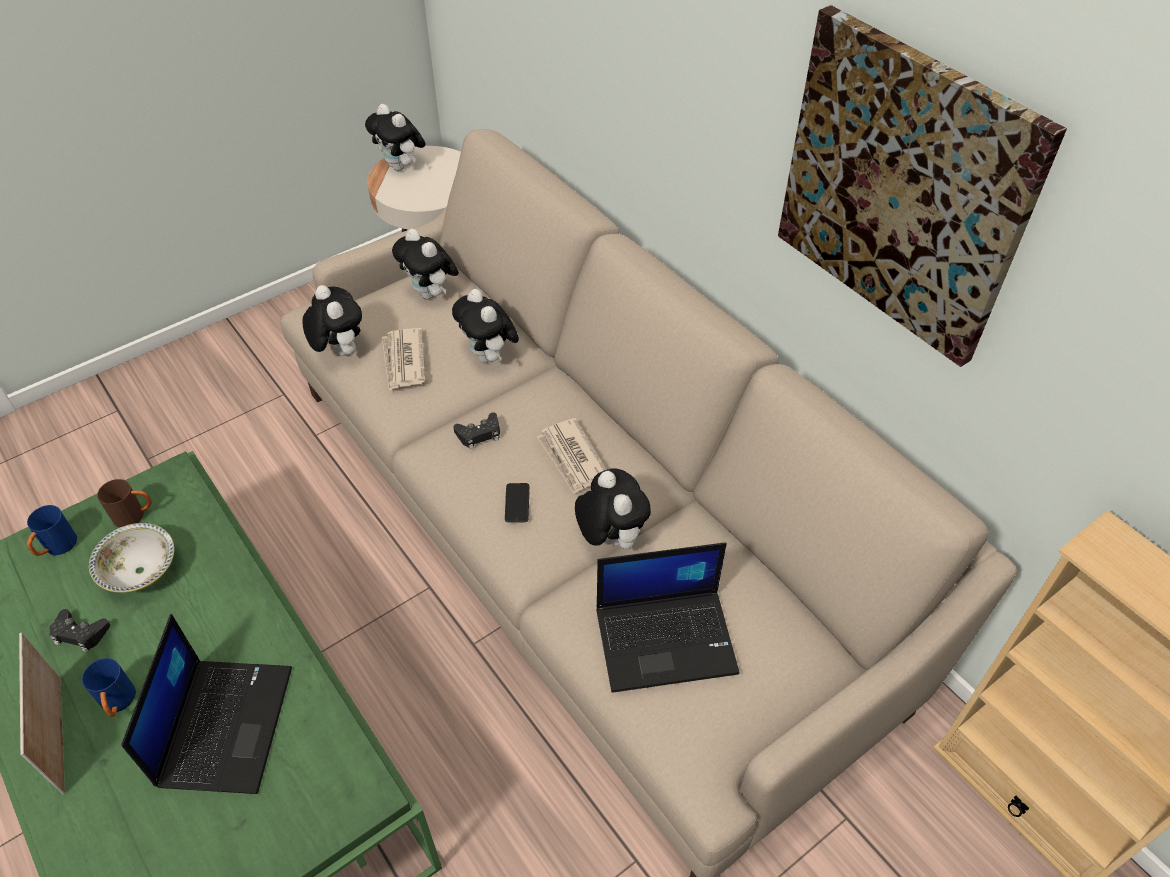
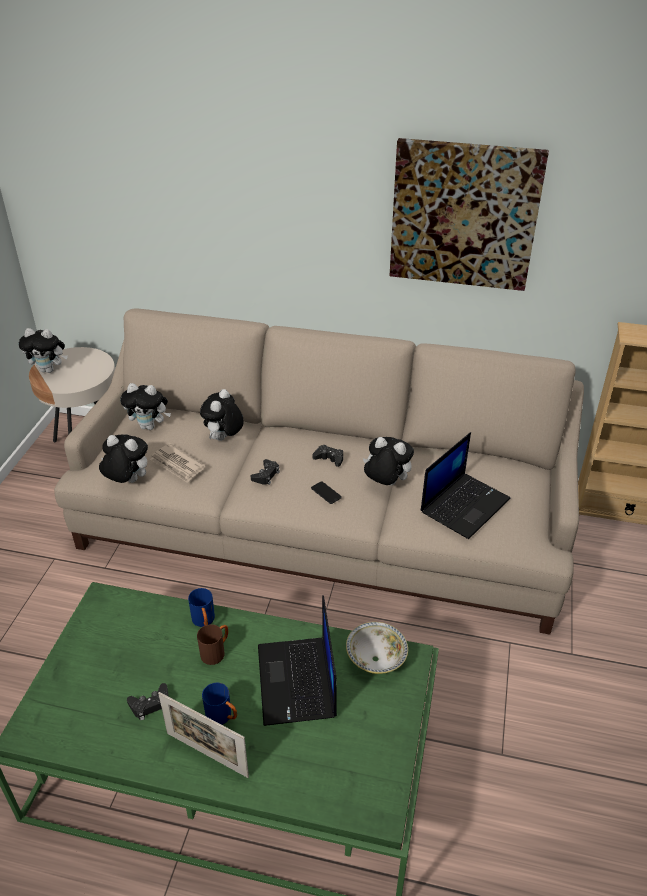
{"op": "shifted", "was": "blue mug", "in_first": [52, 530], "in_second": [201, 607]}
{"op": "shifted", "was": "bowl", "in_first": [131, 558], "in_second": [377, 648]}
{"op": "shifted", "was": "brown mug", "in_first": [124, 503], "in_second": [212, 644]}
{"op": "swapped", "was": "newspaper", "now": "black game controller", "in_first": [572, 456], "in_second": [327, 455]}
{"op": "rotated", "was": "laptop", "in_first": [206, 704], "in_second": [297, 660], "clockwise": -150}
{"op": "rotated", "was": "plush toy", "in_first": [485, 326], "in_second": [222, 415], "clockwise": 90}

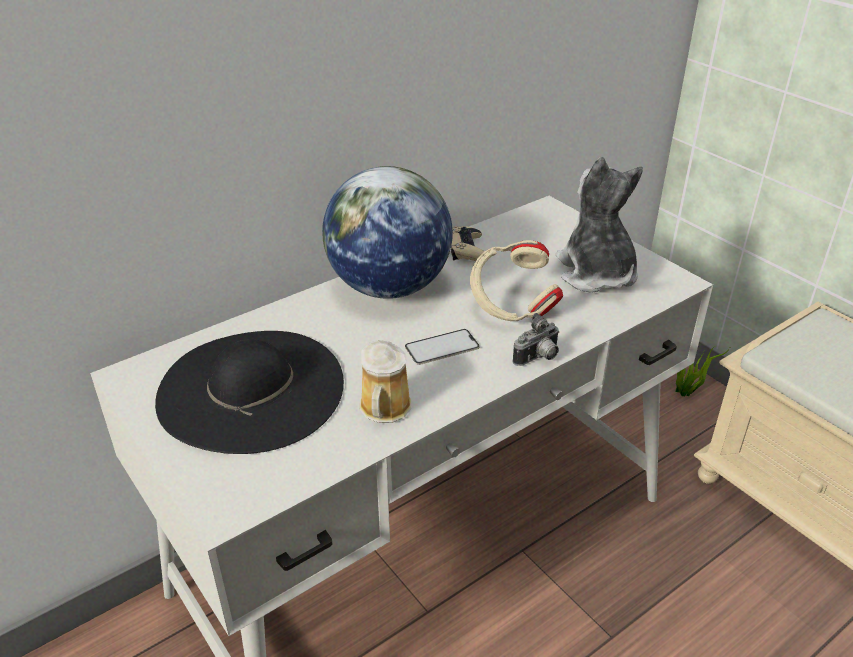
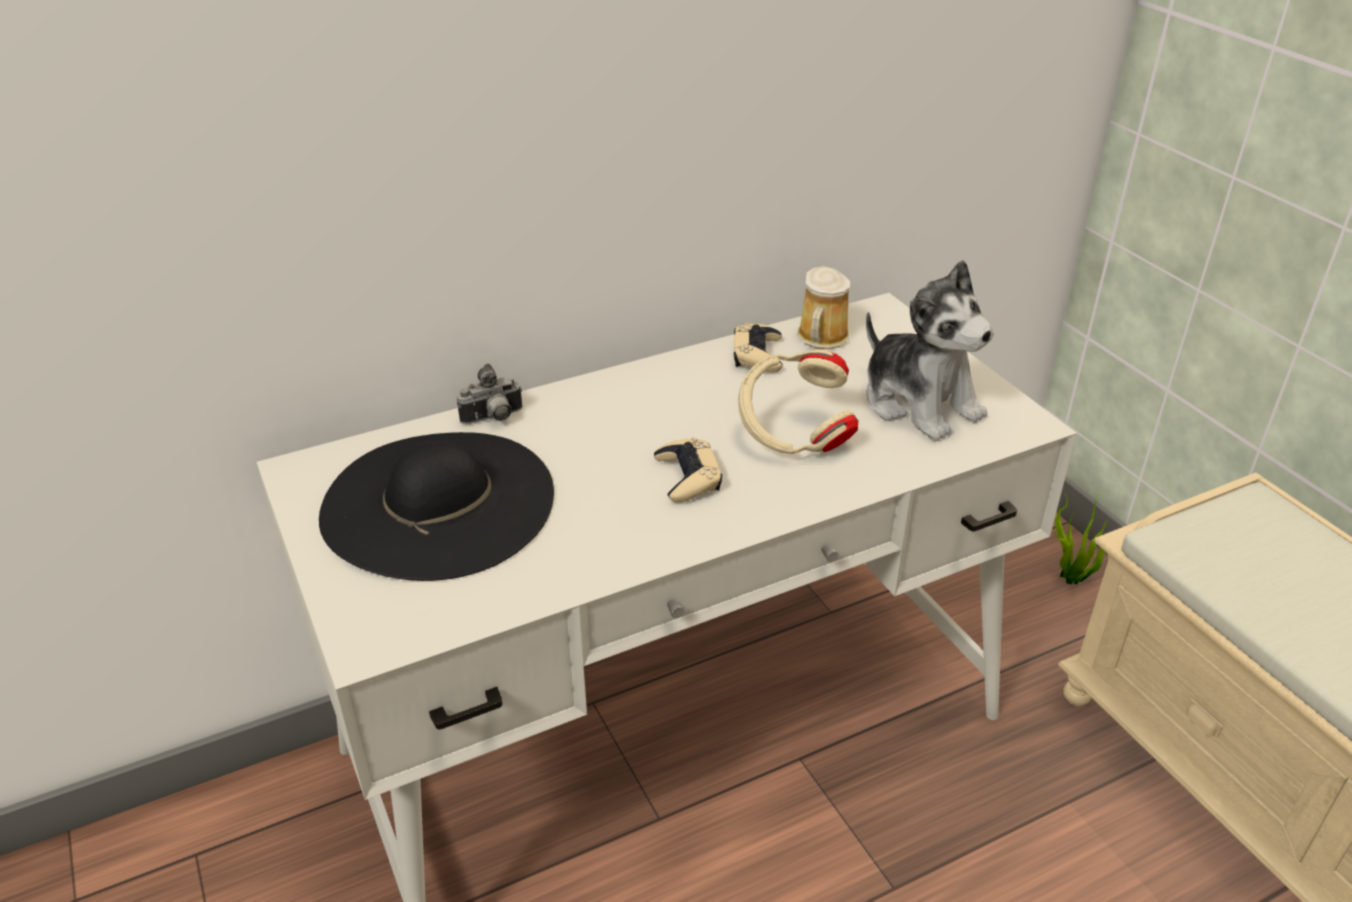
{"op": "gone", "was": "globe", "in_first": [387, 232]}
{"op": "shifted", "was": "mug", "in_first": [386, 381], "in_second": [823, 307]}
{"op": "shifted", "was": "photo camera", "in_first": [536, 339], "in_second": [489, 393]}
{"op": "swapped", "was": "phone", "now": "beige game controller", "in_first": [442, 347], "in_second": [688, 470]}
{"op": "rotated", "was": "plush toy", "in_first": [599, 225], "in_second": [930, 350], "clockwise": 150}

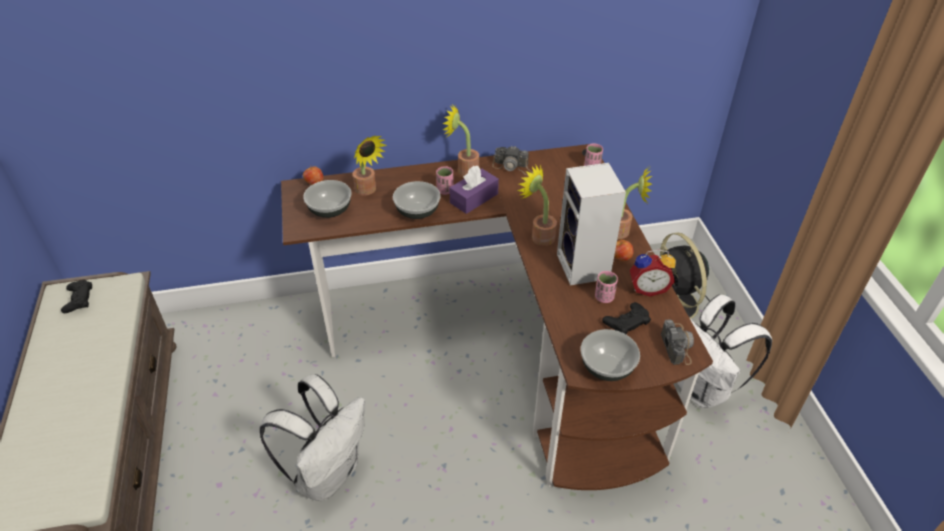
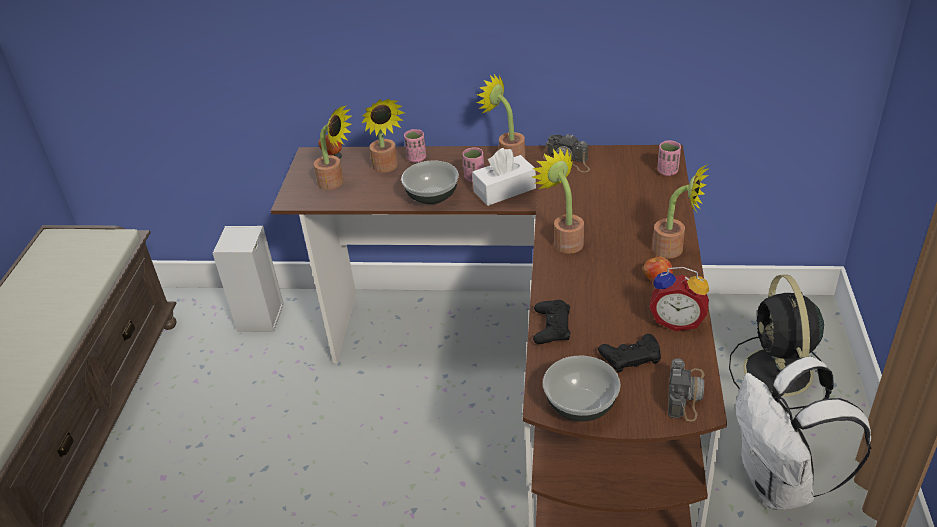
{"op": "gone", "was": "white backpack", "in_first": [312, 438]}
{"op": "shifted", "was": "black game controller", "in_first": [76, 296], "in_second": [551, 322]}
{"op": "shifted", "was": "speaker", "in_first": [591, 224], "in_second": [248, 279]}
{"op": "shifted", "was": "pink cup", "in_first": [606, 287], "in_second": [415, 146]}
{"op": "swapped", "was": "bowl", "now": "potted plant", "in_first": [327, 199], "in_second": [333, 147]}
{"op": "repainted", "was": "purple tissue box", "now": "white tissue box", "in_first": [474, 190], "in_second": [504, 177]}

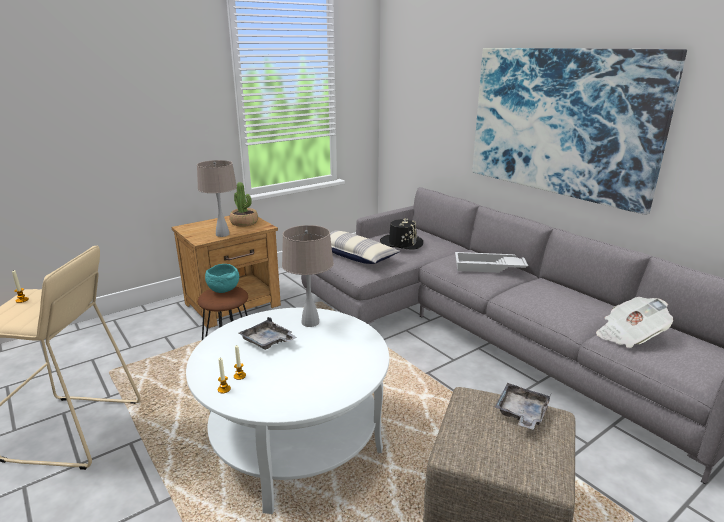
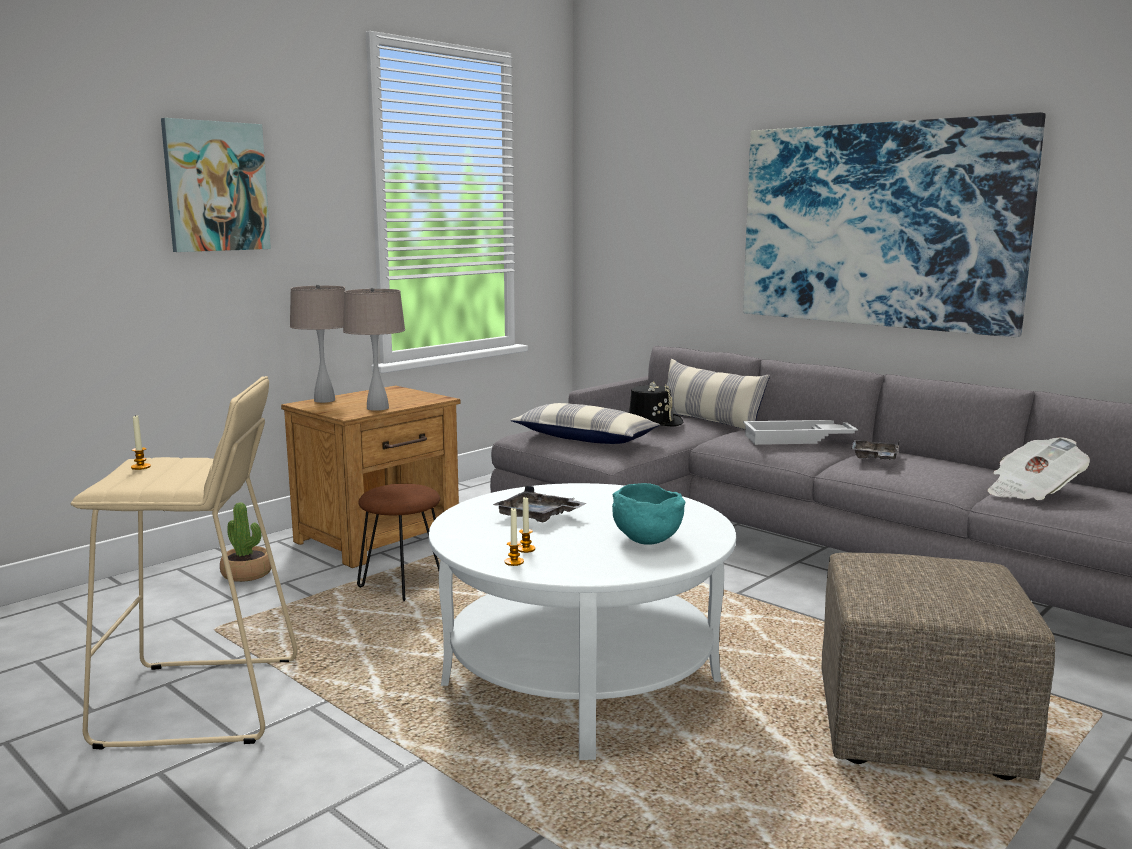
{"op": "new", "now": "picture", "in_second": [216, 185]}
{"op": "new", "now": "pillow", "in_second": [718, 394]}
{"op": "shifted", "was": "turquoise bowl", "in_first": [222, 278], "in_second": [649, 514]}
{"op": "shifted", "was": "potted plant", "in_first": [244, 204], "in_second": [245, 542]}
{"op": "shifted", "was": "beige table lamp", "in_first": [308, 276], "in_second": [317, 343]}
{"op": "shifted", "was": "grey tray", "in_first": [523, 406], "in_second": [875, 449]}

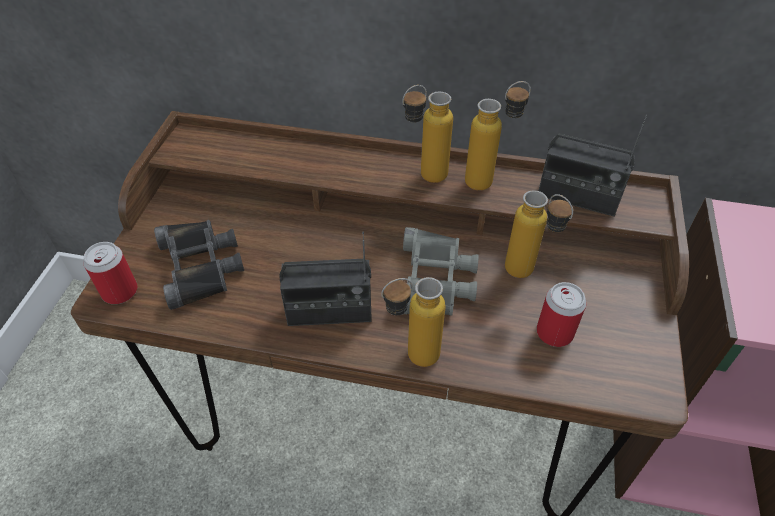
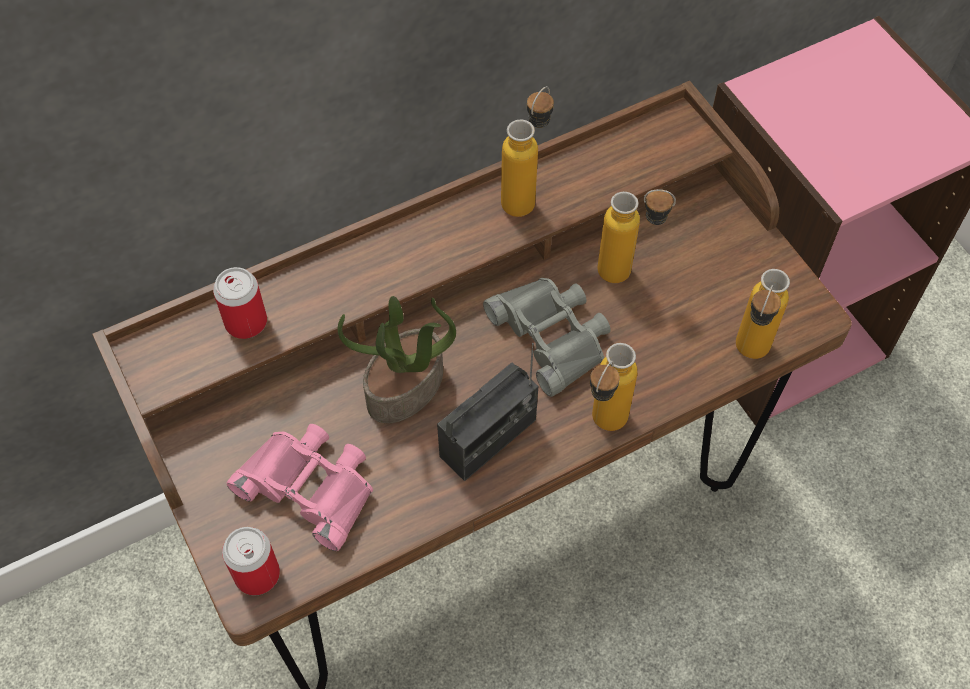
{"op": "gone", "was": "radio", "in_first": [592, 166]}
{"op": "new", "now": "potted plant", "in_second": [397, 359]}
{"op": "shifted", "was": "bottle", "in_first": [428, 134], "in_second": [763, 314]}
{"op": "shifted", "was": "can", "in_first": [561, 314], "in_second": [240, 303]}
{"op": "repainted", "was": "black binoculars", "now": "pink binoculars", "in_first": [199, 265], "in_second": [300, 487]}

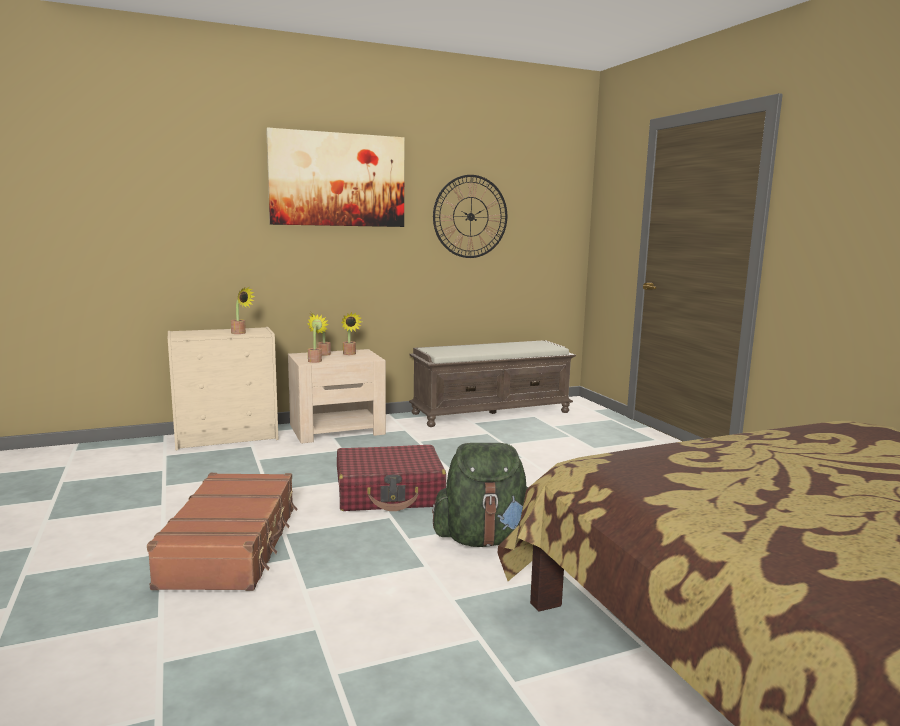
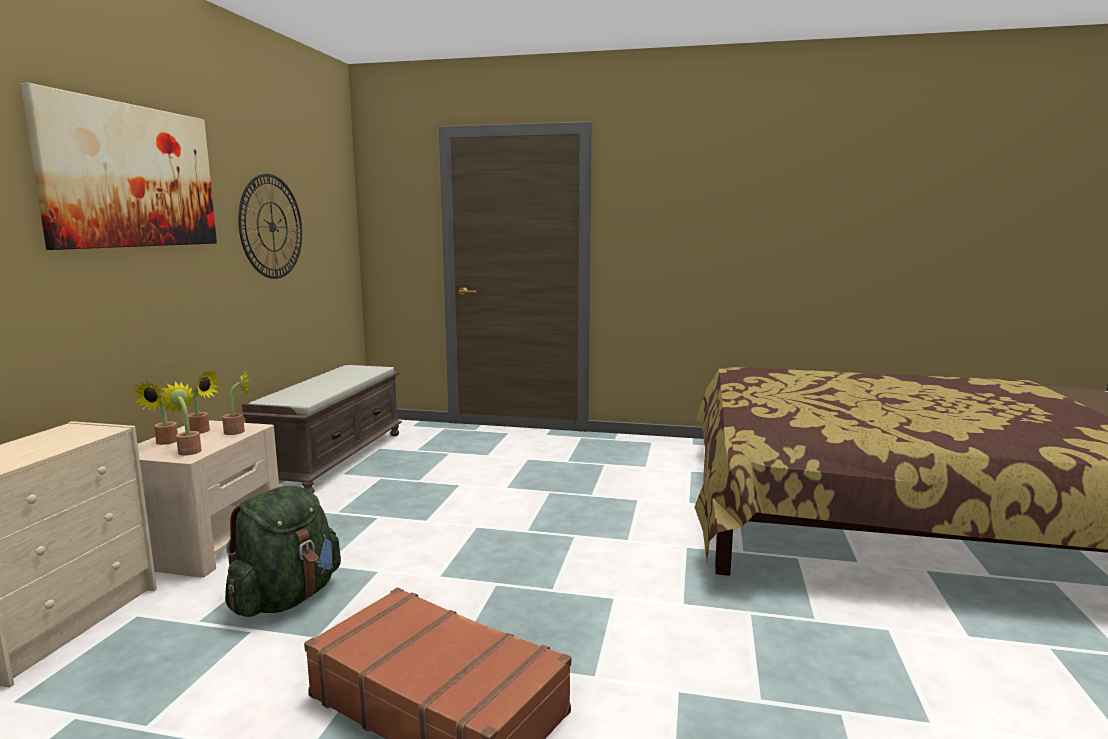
{"op": "gone", "was": "red suitcase", "in_first": [391, 478]}
{"op": "shifted", "was": "potted plant", "in_first": [243, 310], "in_second": [236, 401]}
{"op": "shifted", "was": "green backpack", "in_first": [480, 495], "in_second": [283, 551]}

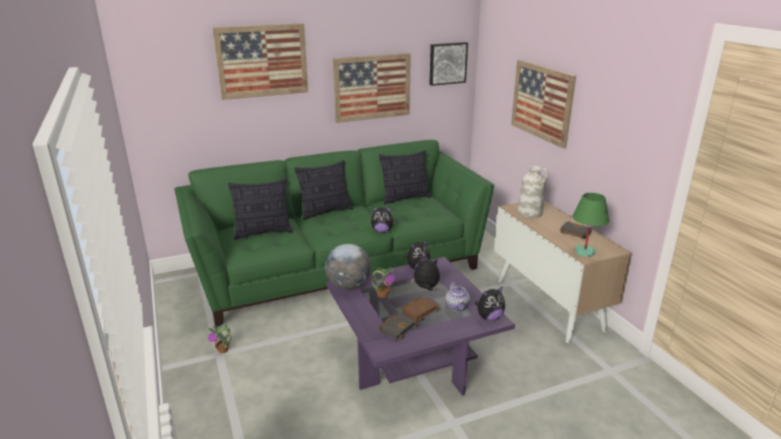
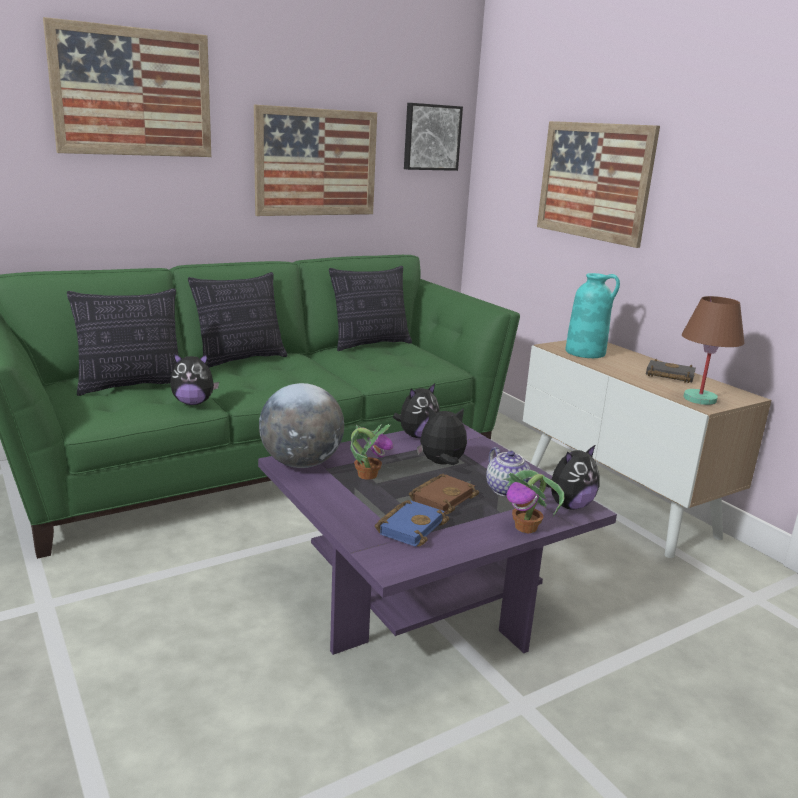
{"op": "shifted", "was": "potted plant", "in_first": [219, 338], "in_second": [533, 501]}
{"op": "shifted", "was": "plush toy", "in_first": [383, 220], "in_second": [194, 379]}
{"op": "repainted", "was": "black book", "now": "blue book", "in_first": [398, 326], "in_second": [412, 523]}
{"op": "repainted", "was": "white vase", "now": "turquoise vase", "in_first": [533, 192], "in_second": [593, 315]}
{"op": "repainted", "was": "green table lamp", "now": "brown table lamp", "in_first": [590, 225], "in_second": [713, 350]}

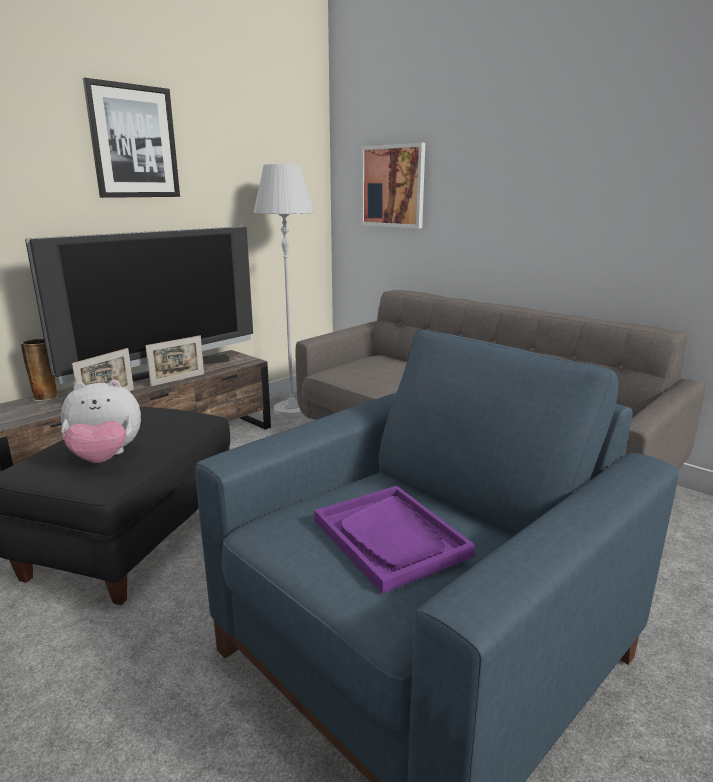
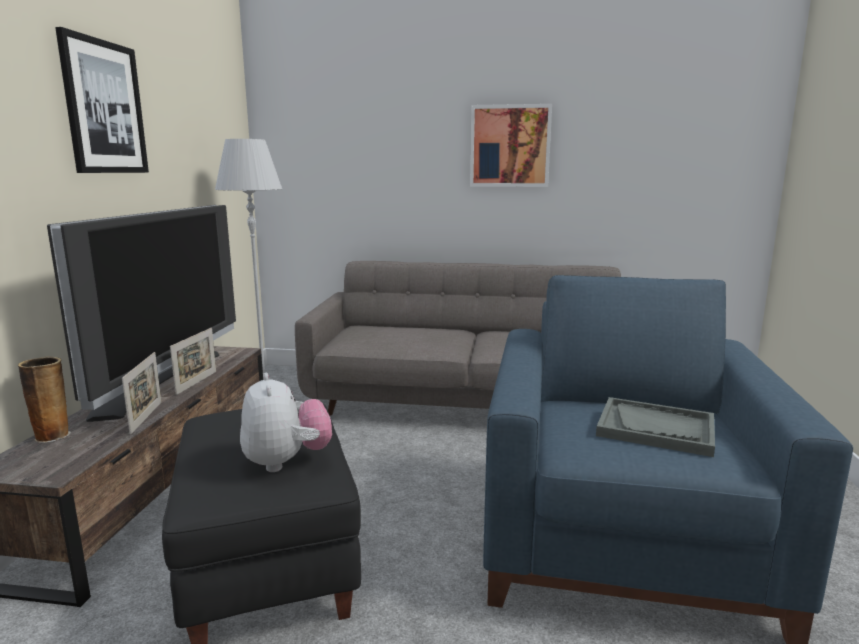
{"op": "shifted", "was": "picture", "in_first": [393, 185], "in_second": [511, 145]}
{"op": "repainted", "was": "purple tray", "now": "grey tray", "in_first": [394, 540], "in_second": [655, 427]}
{"op": "rotated", "was": "plush toy", "in_first": [101, 421], "in_second": [286, 422], "clockwise": -60}

